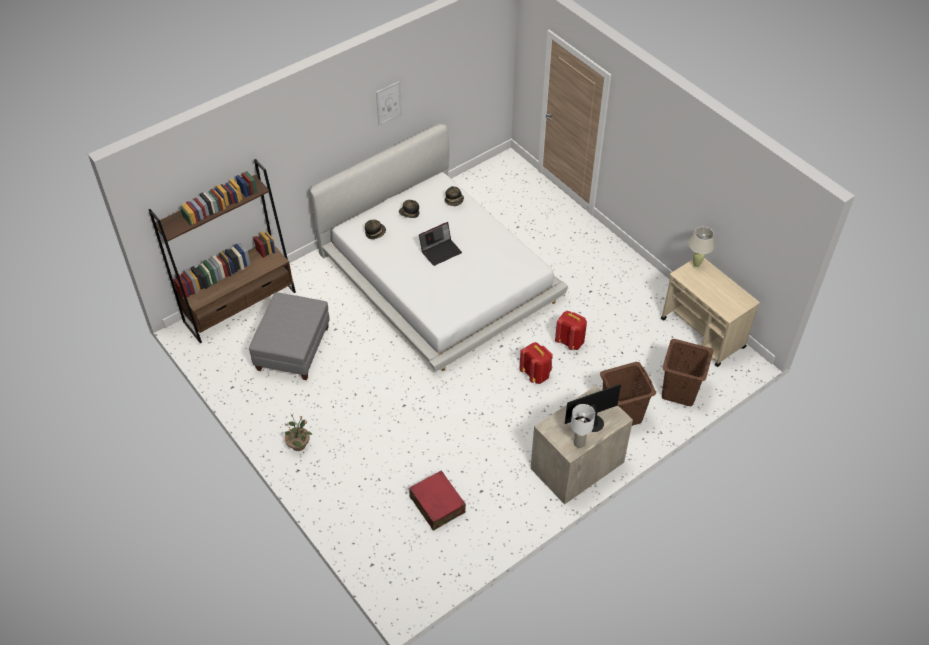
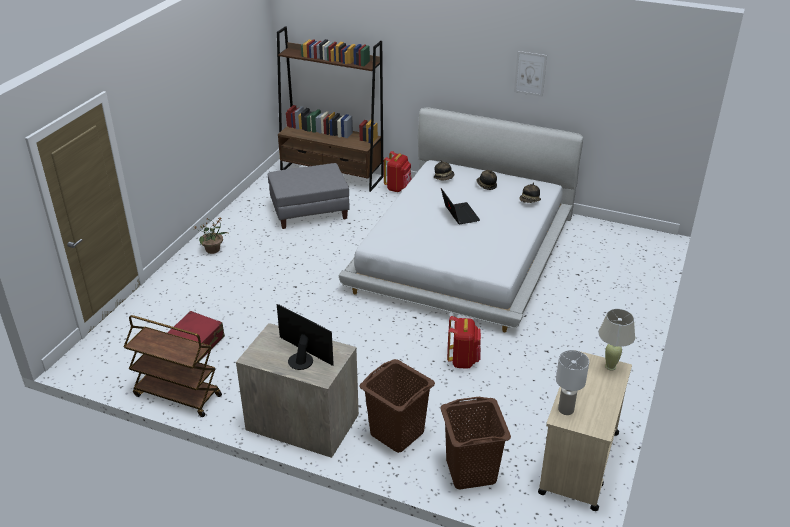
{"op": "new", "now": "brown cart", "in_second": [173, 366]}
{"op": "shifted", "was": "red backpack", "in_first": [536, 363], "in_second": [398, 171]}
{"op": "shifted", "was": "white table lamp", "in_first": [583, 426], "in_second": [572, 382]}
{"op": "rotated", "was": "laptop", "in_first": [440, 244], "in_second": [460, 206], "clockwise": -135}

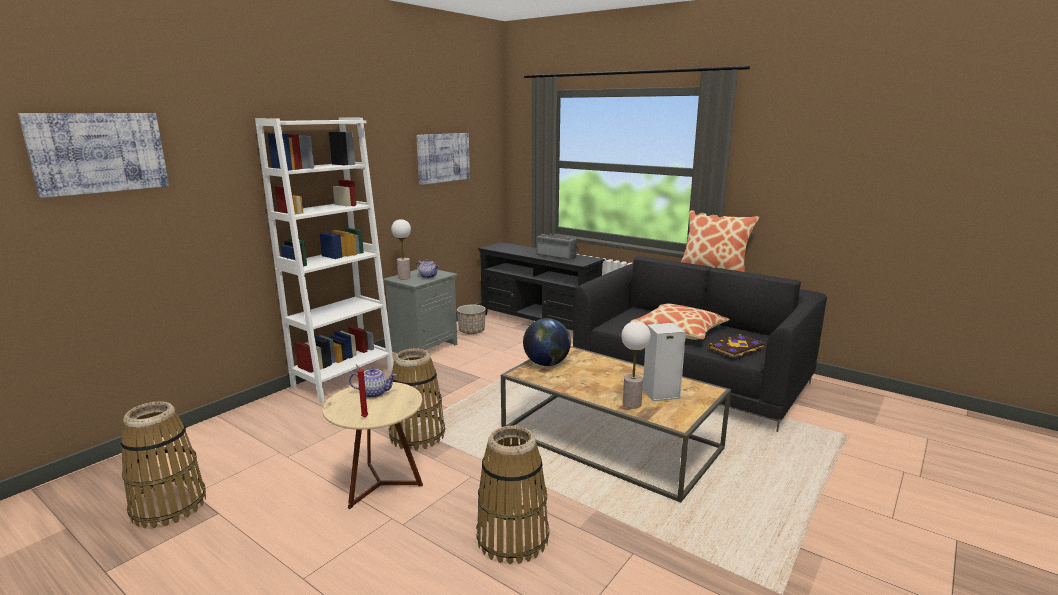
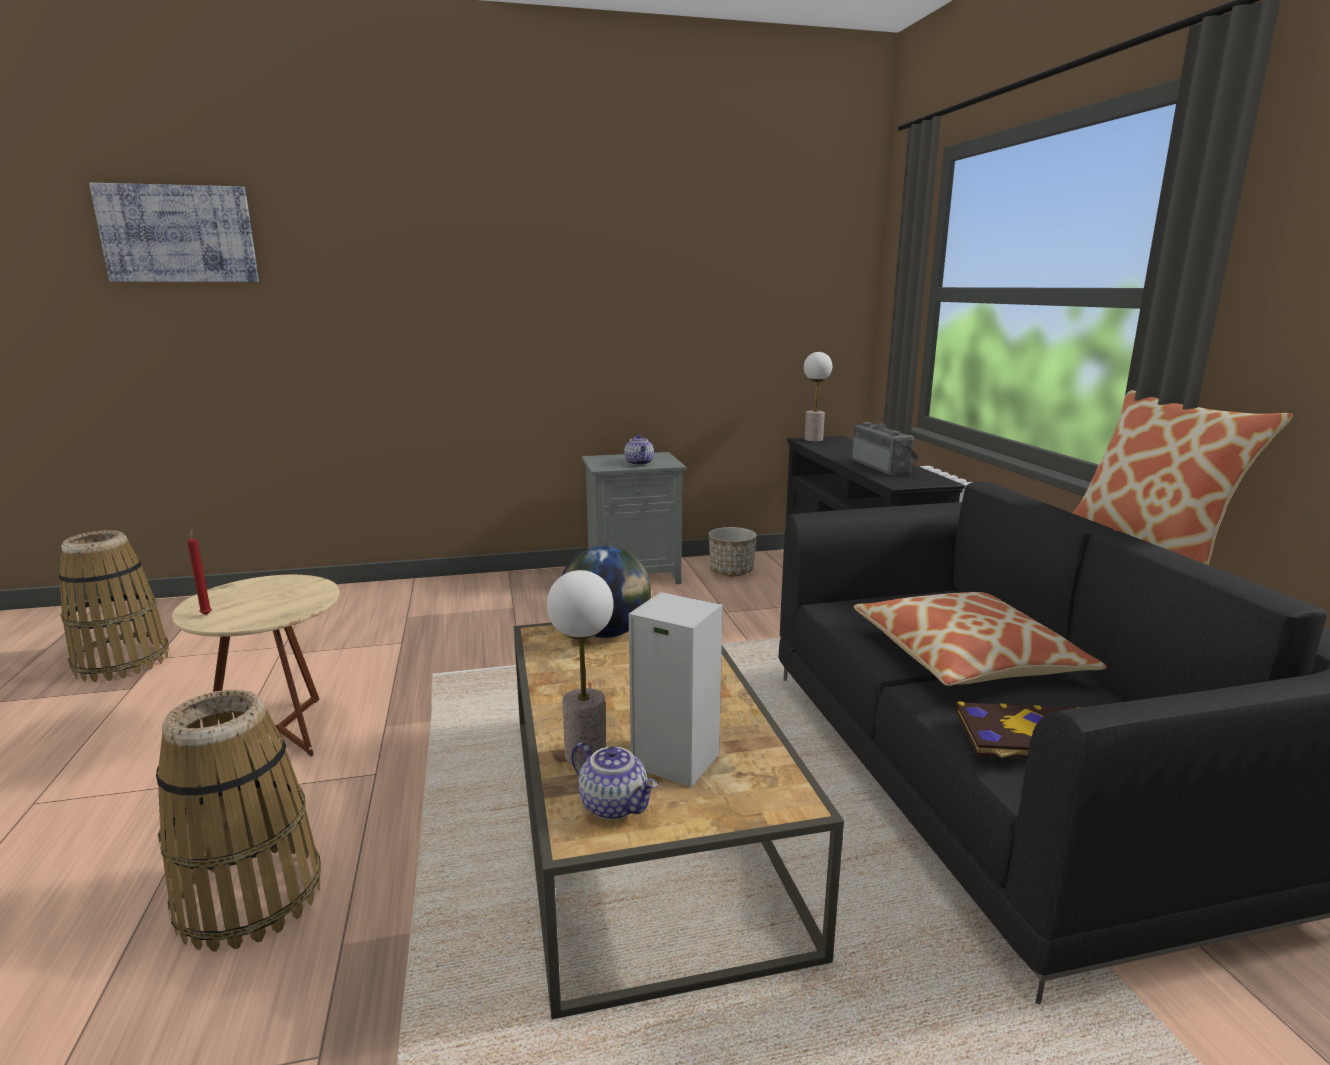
{"op": "gone", "was": "white bookcase", "in_first": [324, 260]}
{"op": "gone", "was": "basket", "in_first": [417, 399]}
{"op": "gone", "was": "picture", "in_first": [443, 159]}
{"op": "shifted", "was": "teapot", "in_first": [373, 383], "in_second": [614, 781]}
{"op": "shifted", "was": "table lamp", "in_first": [401, 249], "in_second": [818, 397]}

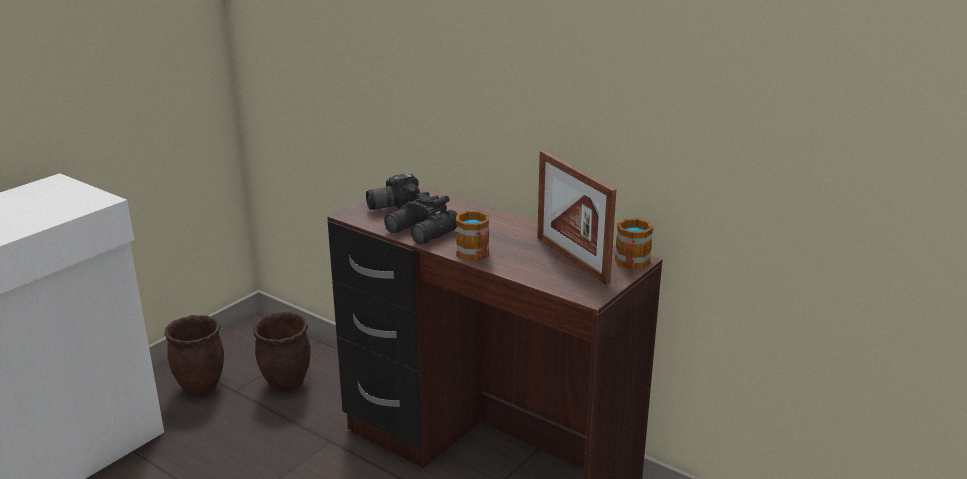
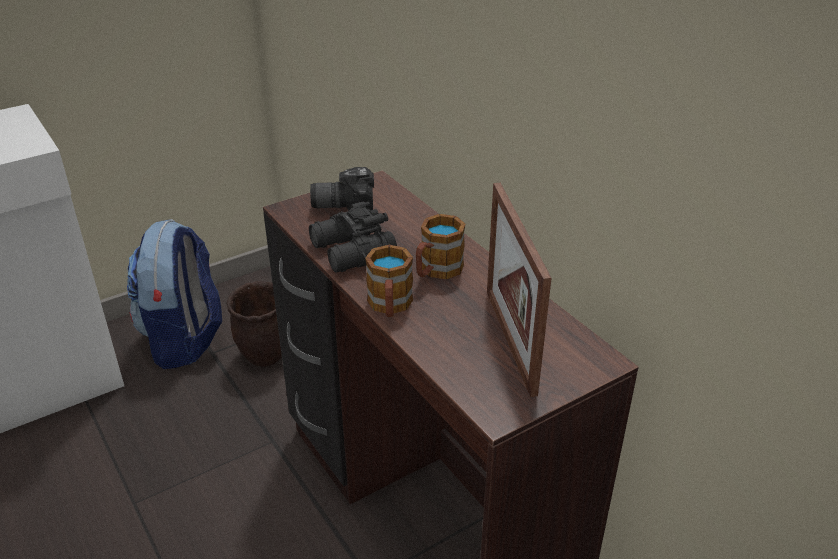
{"op": "shifted", "was": "mug", "in_first": [634, 244], "in_second": [440, 246]}
{"op": "swapped", "was": "brown planter", "now": "backpack", "in_first": [194, 355], "in_second": [174, 294]}

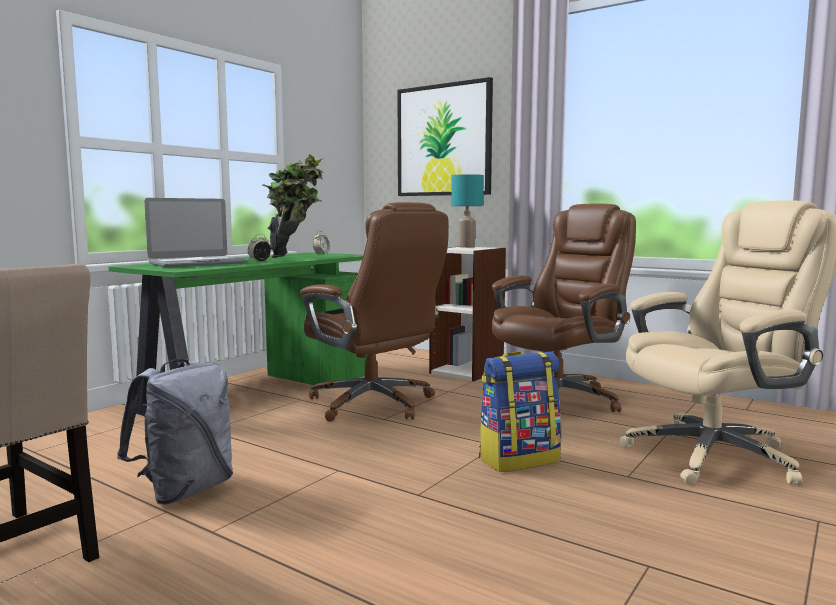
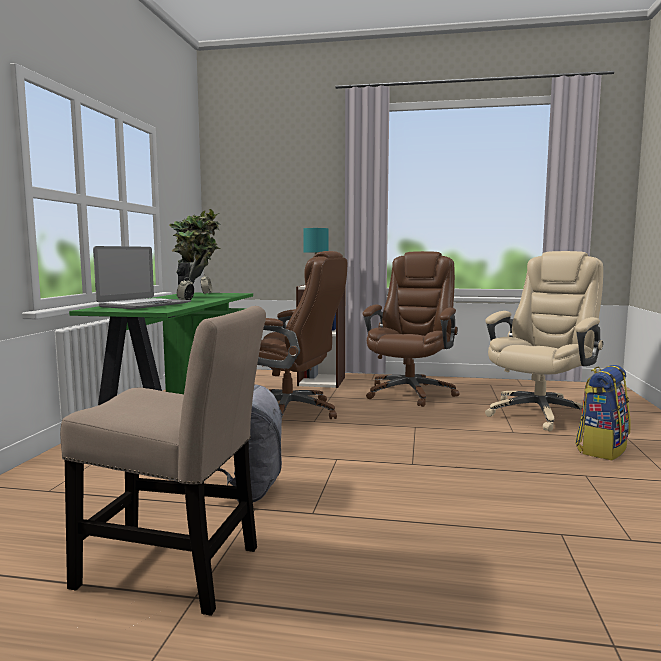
{"op": "gone", "was": "picture", "in_first": [445, 136]}
{"op": "shifted", "was": "backpack", "in_first": [520, 411], "in_second": [602, 412]}

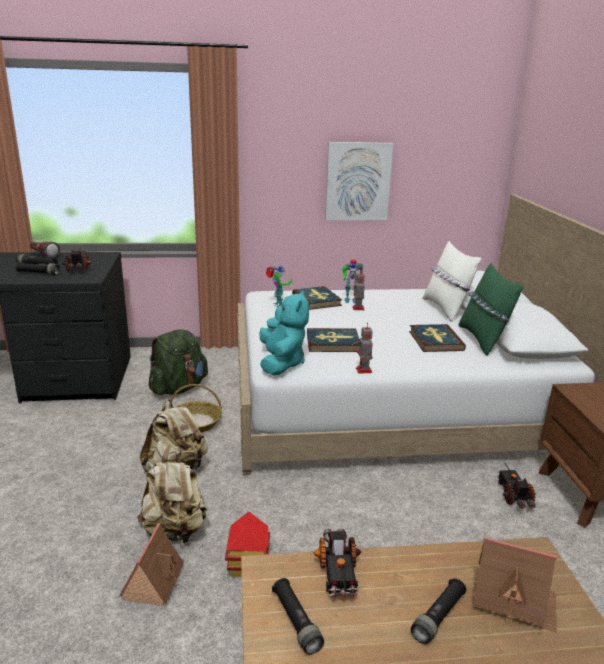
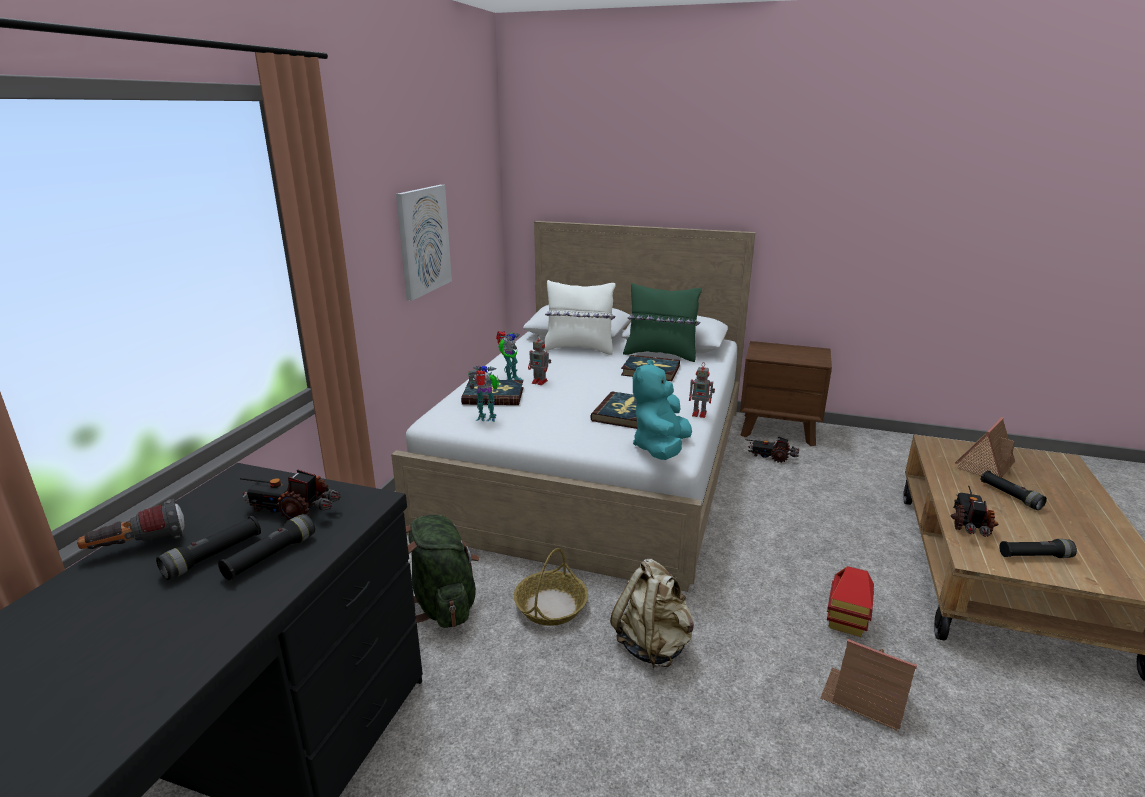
{"op": "gone", "was": "beige backpack", "in_first": [172, 497]}
{"op": "rotated", "was": "turquoise plush toy", "in_first": [284, 333], "in_second": [662, 410], "clockwise": -90}
{"op": "rotated", "was": "toy truck", "in_first": [337, 563], "in_second": [974, 511], "clockwise": -90}

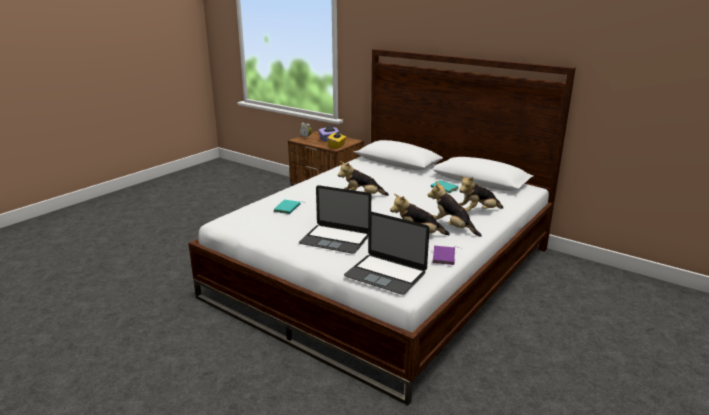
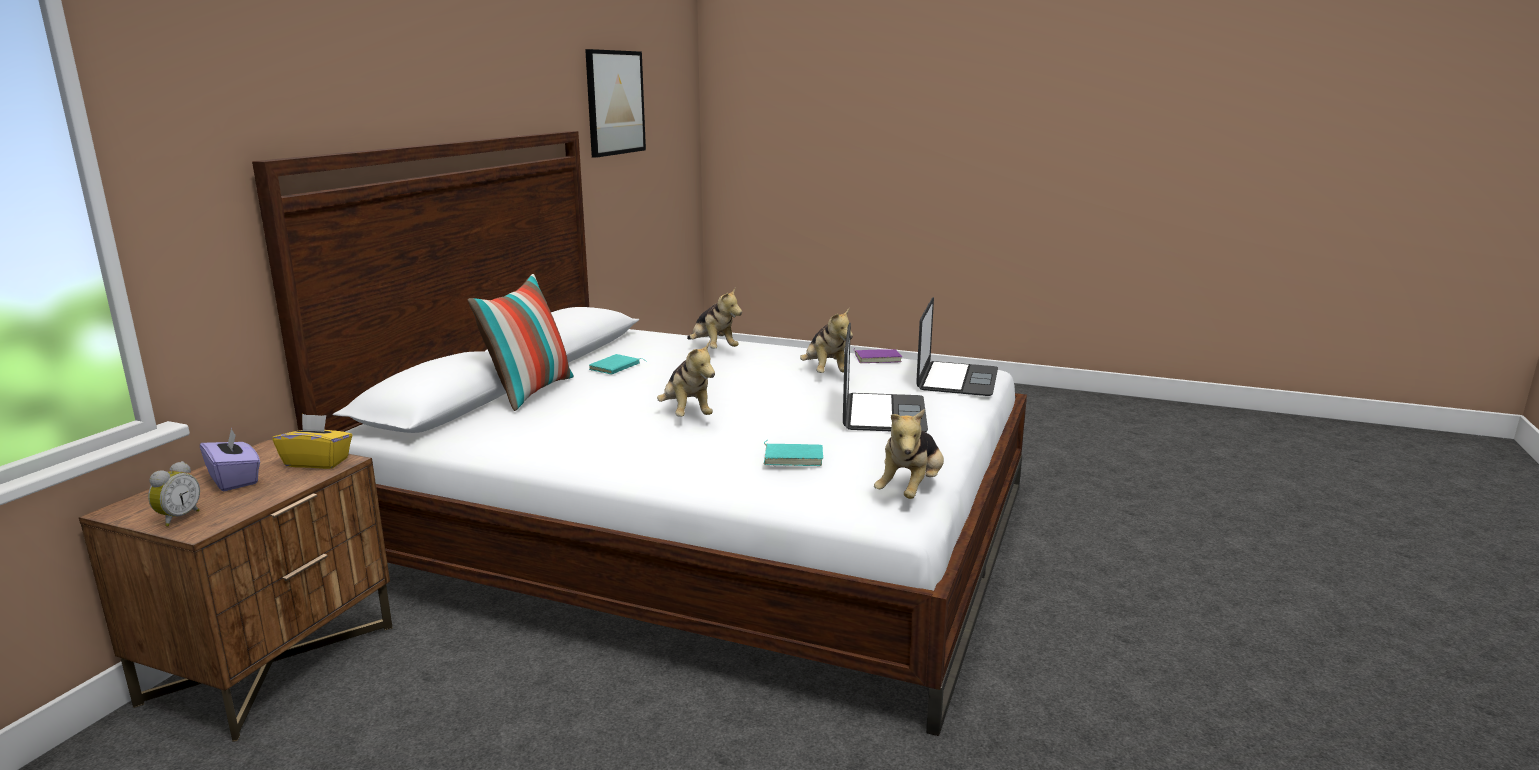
{"op": "new", "now": "pillow", "in_second": [520, 342]}
{"op": "new", "now": "picture", "in_second": [615, 103]}
{"op": "shifted", "was": "plush toy", "in_first": [455, 209], "in_second": [909, 454]}

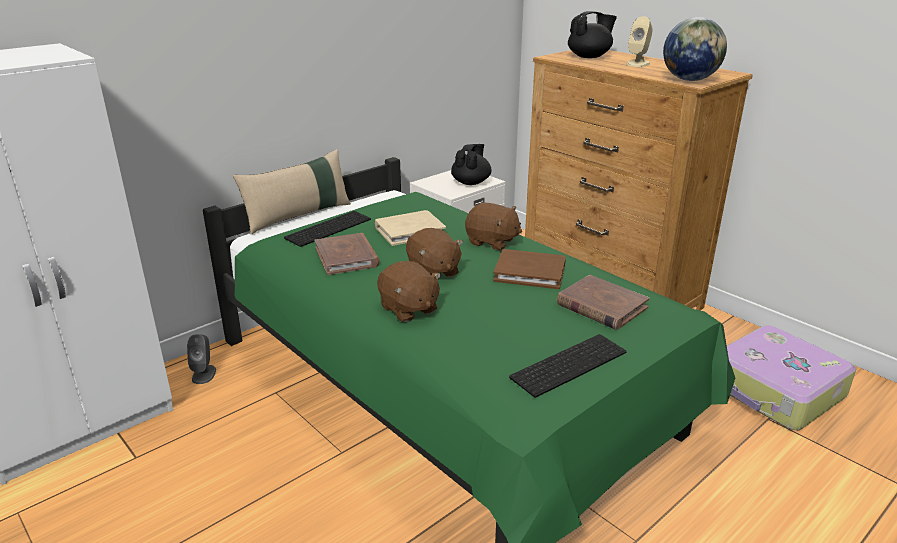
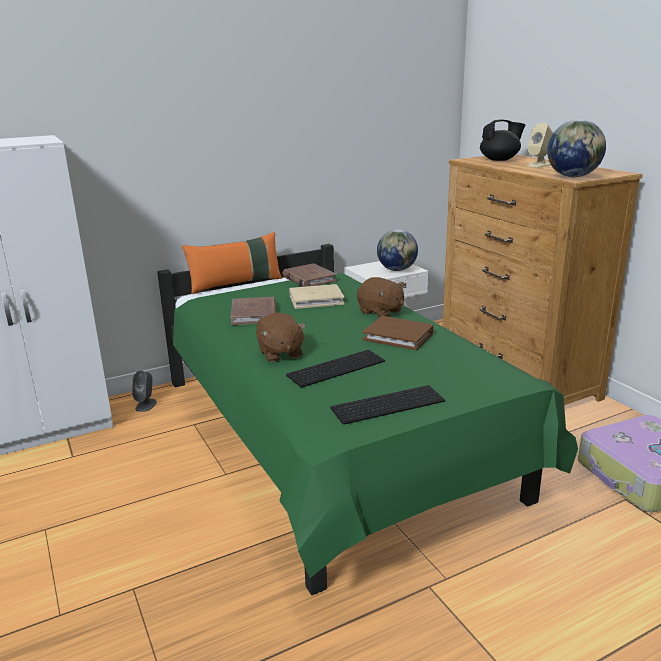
{"op": "gone", "was": "brown plush toy", "in_first": [434, 252]}
{"op": "shifted", "was": "keyboard", "in_first": [327, 229], "in_second": [335, 369]}
{"op": "shifted", "was": "brown book", "in_first": [603, 302], "in_second": [310, 275]}
{"op": "swapped", "was": "black teapot", "now": "globe", "in_first": [471, 164], "in_second": [397, 250]}
{"op": "repainted", "was": "beige pillow", "now": "orange pillow", "in_first": [292, 191], "in_second": [232, 263]}

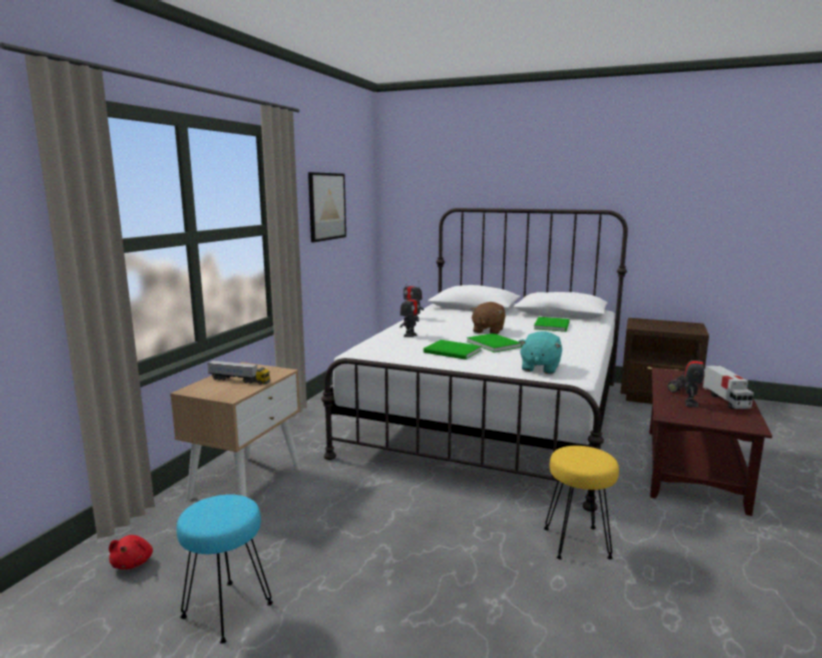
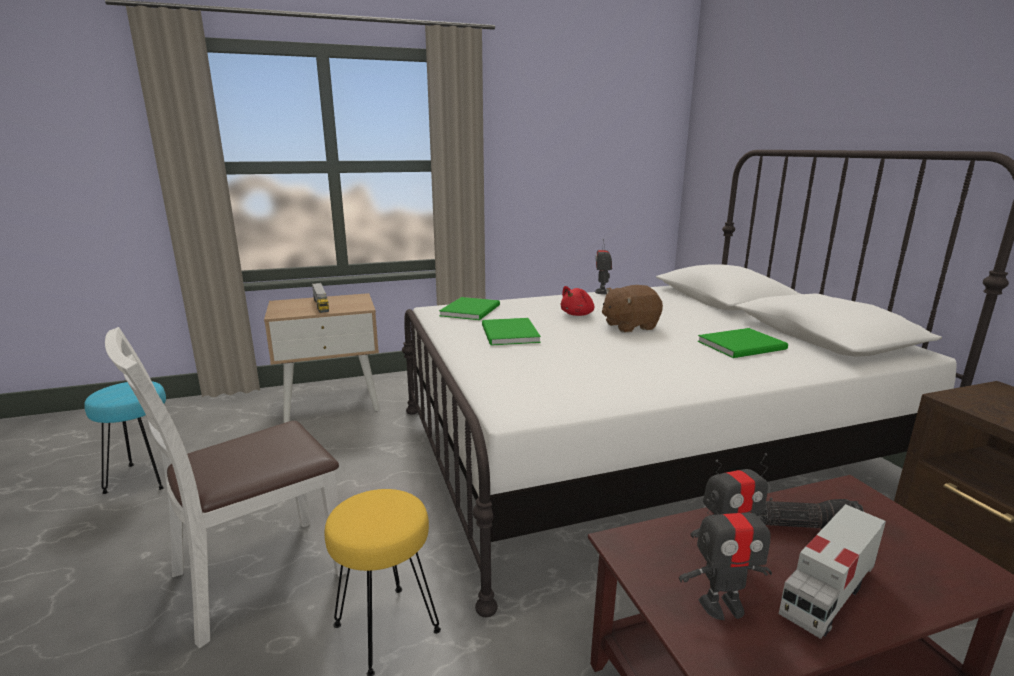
{"op": "gone", "was": "picture", "in_first": [327, 207]}
{"op": "gone", "was": "turquoise plush toy", "in_first": [540, 352]}
{"op": "new", "now": "white chair", "in_second": [226, 487]}
{"op": "shifted", "was": "red plush toy", "in_first": [131, 552], "in_second": [578, 301]}
{"op": "shifted", "was": "toy robot", "in_first": [410, 314], "in_second": [726, 559]}
{"op": "shifted", "was": "green book", "in_first": [494, 343], "in_second": [469, 308]}

